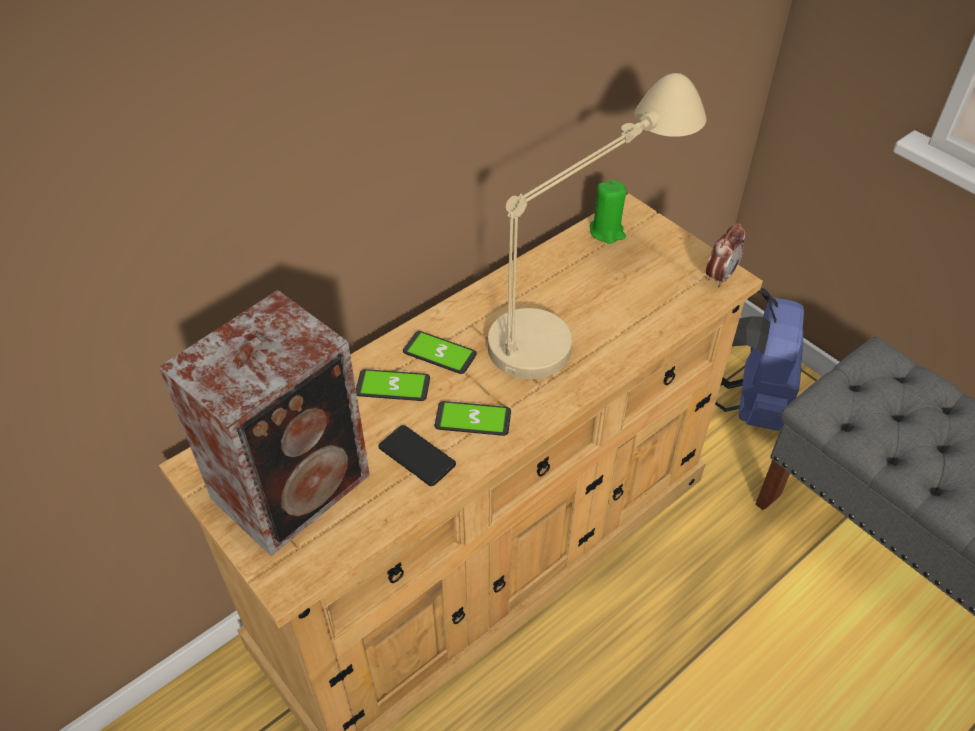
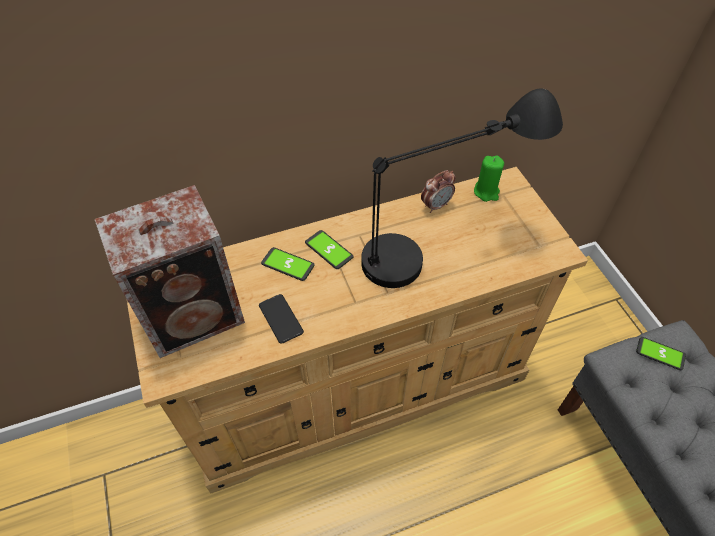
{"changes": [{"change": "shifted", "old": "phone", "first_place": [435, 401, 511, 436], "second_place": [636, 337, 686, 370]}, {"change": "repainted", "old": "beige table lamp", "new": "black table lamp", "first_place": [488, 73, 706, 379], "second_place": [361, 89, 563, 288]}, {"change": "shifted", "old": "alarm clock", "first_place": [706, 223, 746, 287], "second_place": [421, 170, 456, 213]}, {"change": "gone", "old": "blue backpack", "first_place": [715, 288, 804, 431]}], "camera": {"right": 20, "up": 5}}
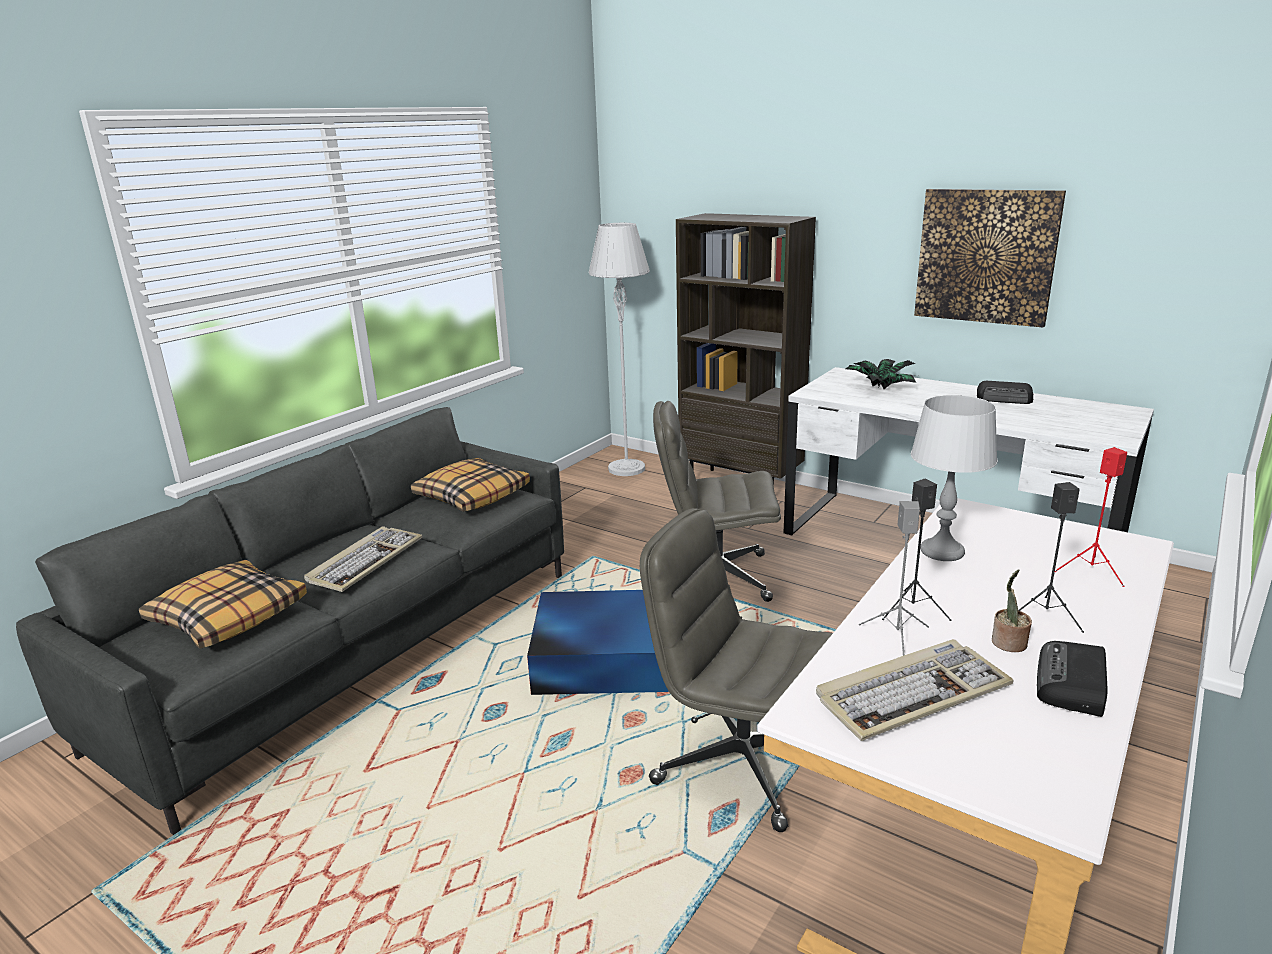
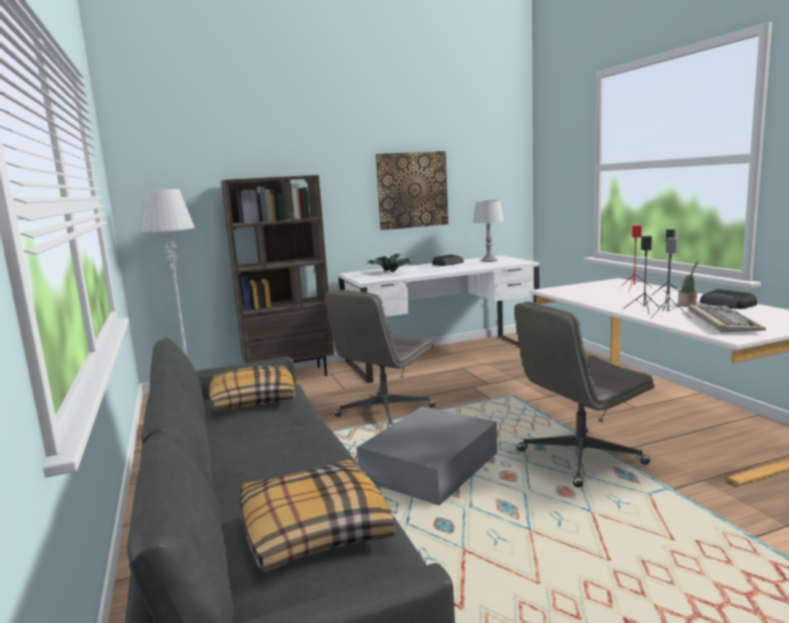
{"changes": [{"change": "gone", "old": "keyboard", "first_place": [304, 526, 422, 592]}, {"change": "repainted", "old": "blue storage box", "new": "grey storage box", "first_place": [527, 590, 669, 695], "second_place": [357, 406, 497, 505]}, {"change": "shifted", "old": "grey table lamp", "first_place": [911, 395, 998, 561], "second_place": [473, 200, 504, 262]}], "camera": {"right": -55, "up": -10}}
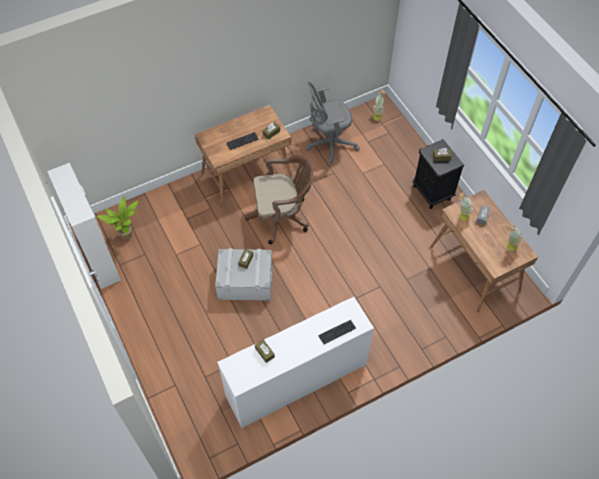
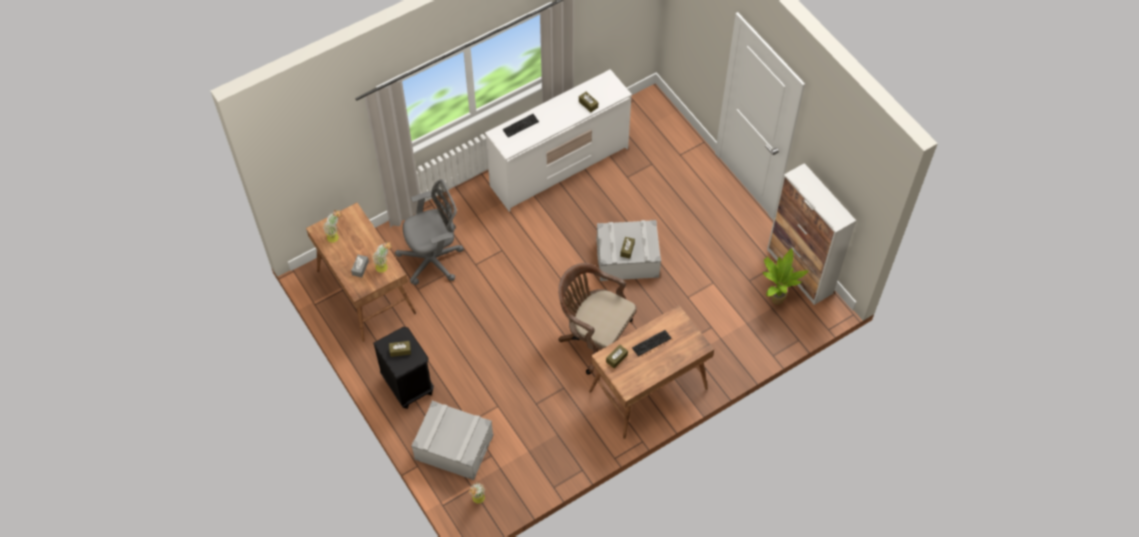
{"changes": [{"change": "rotated", "old": "brown office chair", "first_place": [245, 155, 314, 244], "second_place": [558, 263, 637, 375], "degrees": 45}, {"change": "shifted", "old": "grey office chair", "first_place": [305, 82, 360, 164], "second_place": [395, 179, 464, 285]}, {"change": "new", "new": "grey storage box", "second_place": [411, 401, 494, 480]}], "camera": {"right": 175, "up": 0}}
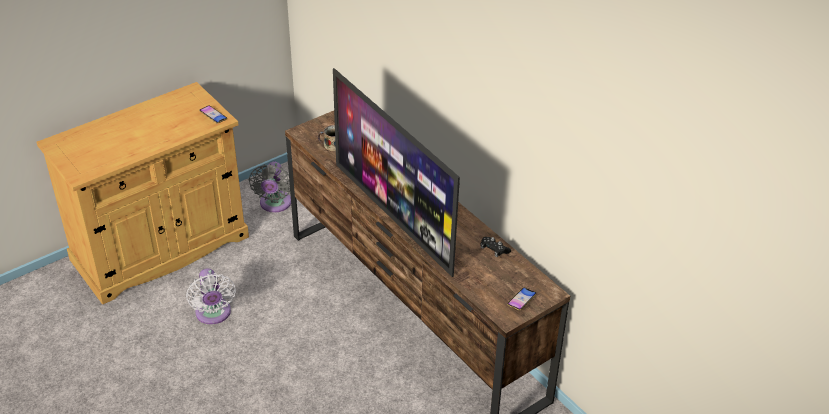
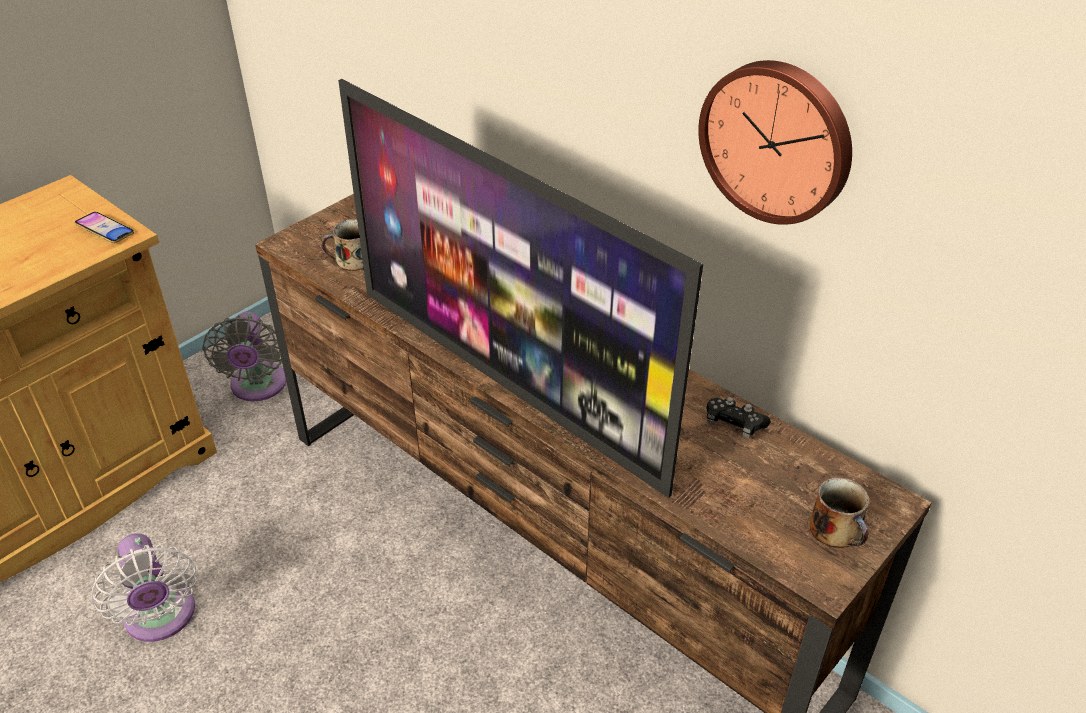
{"changes": [{"change": "swapped", "old": "phone", "new": "mug", "first_place": [507, 288, 537, 311], "second_place": [810, 477, 869, 548]}, {"change": "new", "new": "wall clock", "second_place": [698, 60, 852, 225]}], "camera": {"right": -10, "up": 0}}
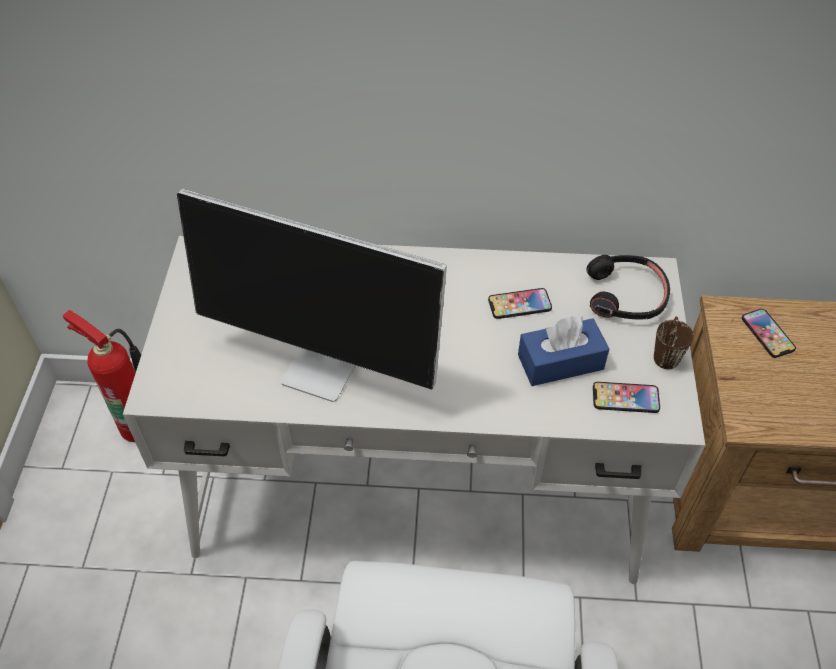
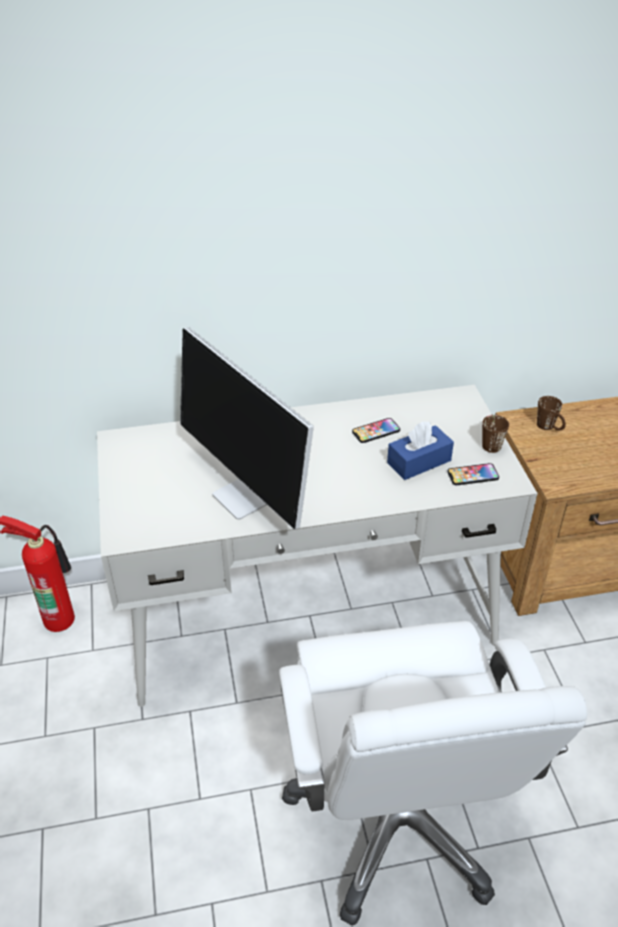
{"changes": [{"change": "rotated", "old": "monitor", "first_place": [177, 189, 447, 402], "second_place": [180, 327, 314, 530], "degrees": 45}, {"change": "gone", "old": "black headphones", "first_place": [586, 255, 670, 319]}, {"change": "swapped", "old": "phone", "new": "brown mug", "first_place": [742, 309, 796, 358], "second_place": [537, 396, 566, 430]}], "camera": {"right": -15, "up": -10}}
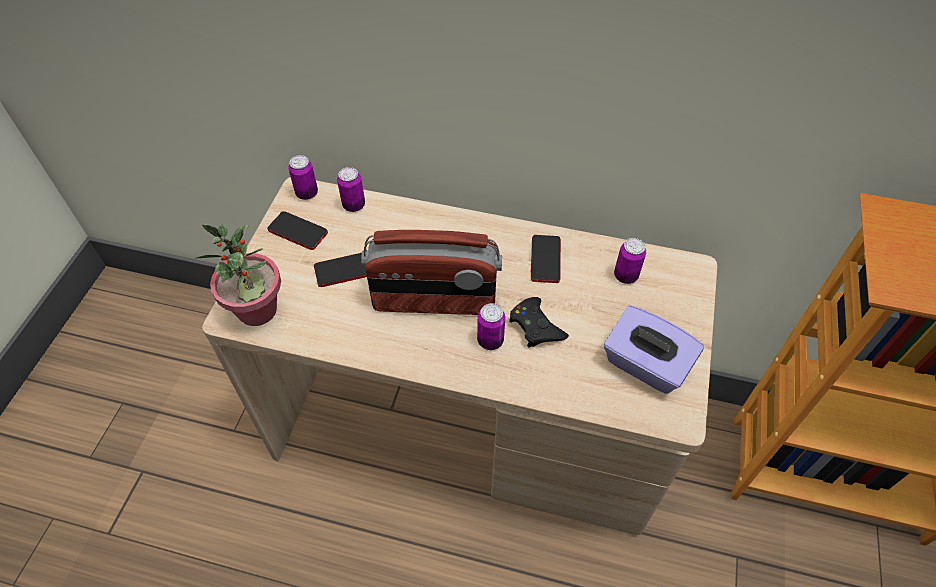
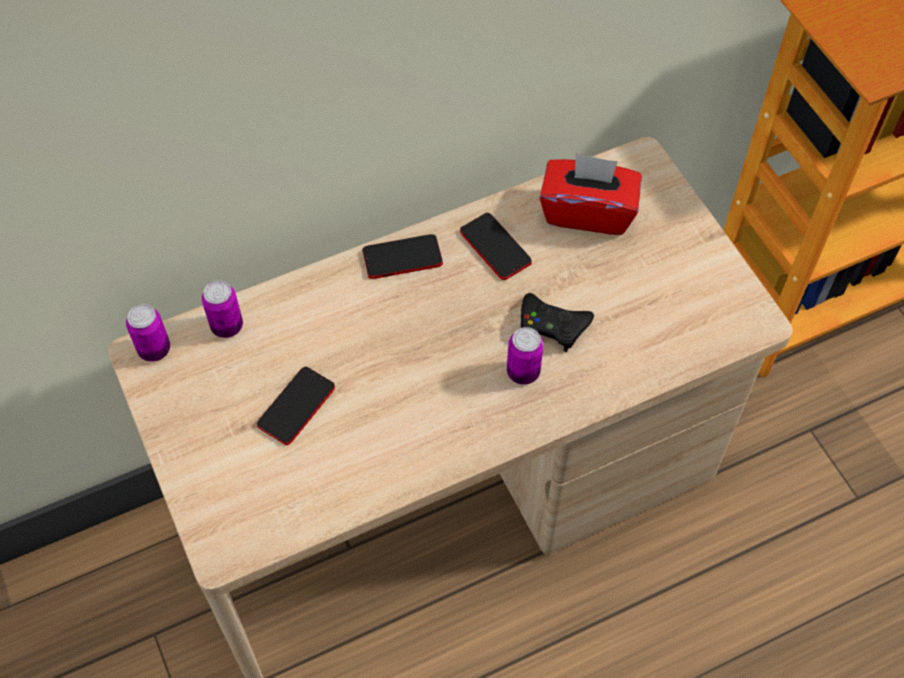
{"changes": [{"change": "gone", "old": "potted plant", "first_place": [196, 224, 281, 326]}, {"change": "shifted", "old": "phone", "first_place": [267, 211, 328, 250], "second_place": [362, 234, 443, 279]}, {"change": "gone", "old": "radio", "first_place": [361, 230, 502, 315]}, {"change": "gone", "old": "purple tissue box", "first_place": [604, 306, 704, 394]}, {"change": "swapped", "old": "can", "new": "red tissue box", "first_place": [614, 238, 646, 284], "second_place": [540, 153, 642, 235]}], "camera": {"right": -40, "up": 5}}
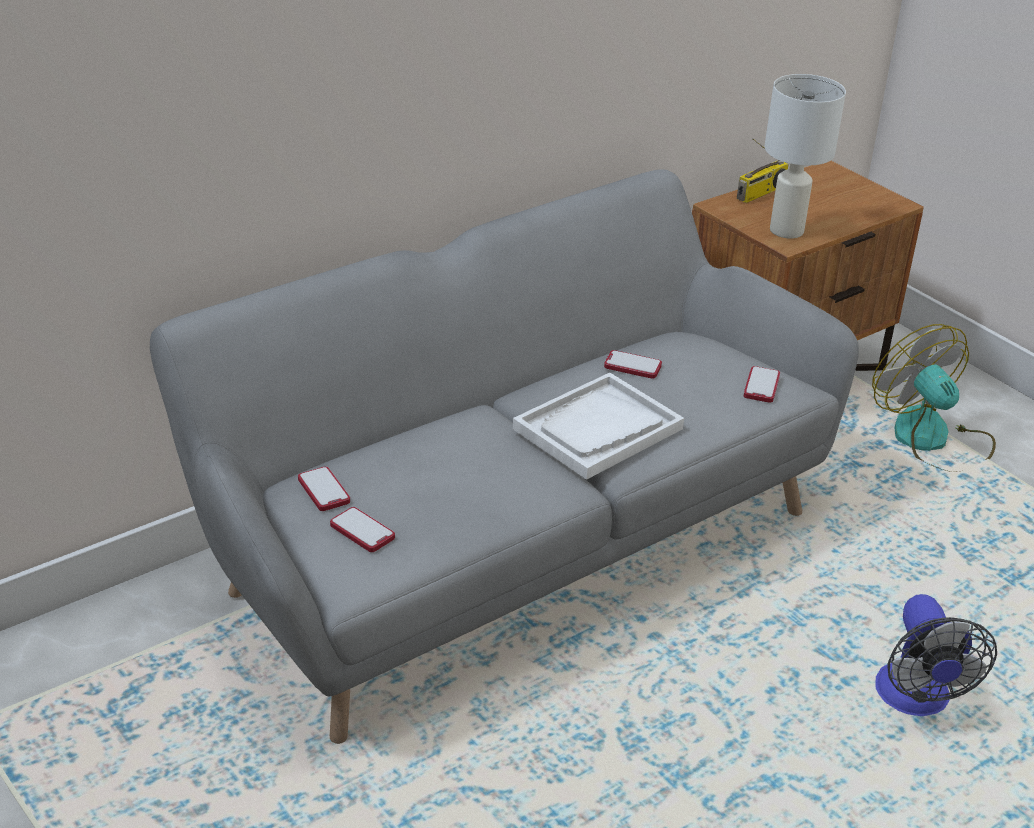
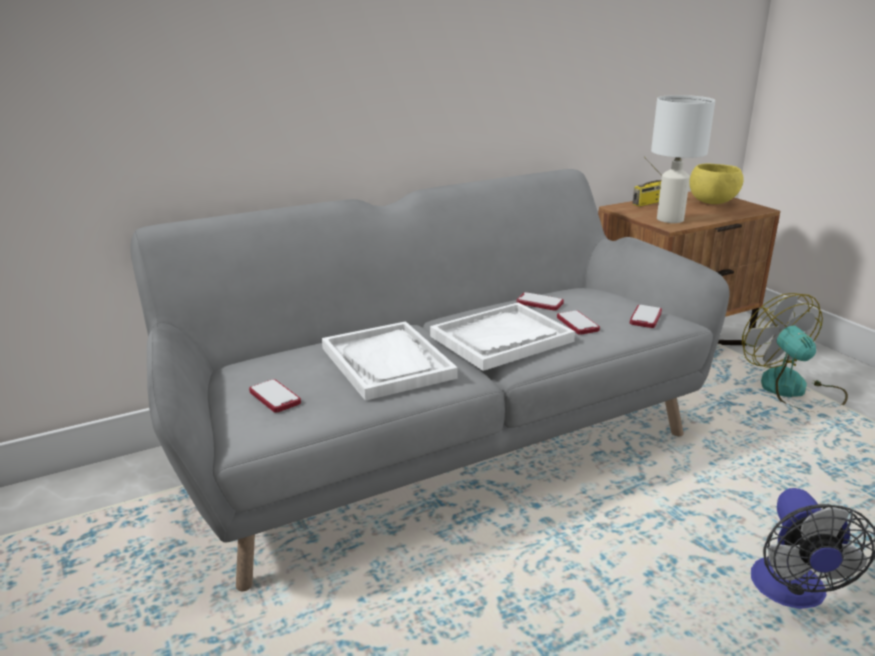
{"changes": [{"change": "shifted", "old": "phone", "first_place": [298, 467, 350, 511], "second_place": [557, 310, 600, 335]}, {"change": "new", "new": "white tray", "second_place": [322, 321, 458, 401]}, {"change": "new", "new": "yellow bowl", "second_place": [689, 164, 744, 204]}], "camera": {"right": 10, "up": -10}}
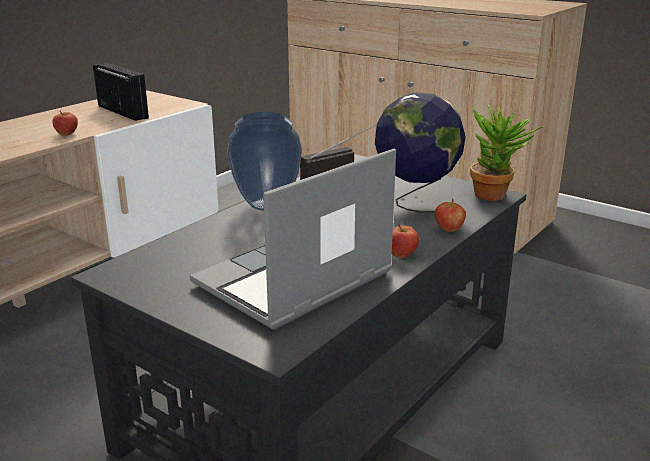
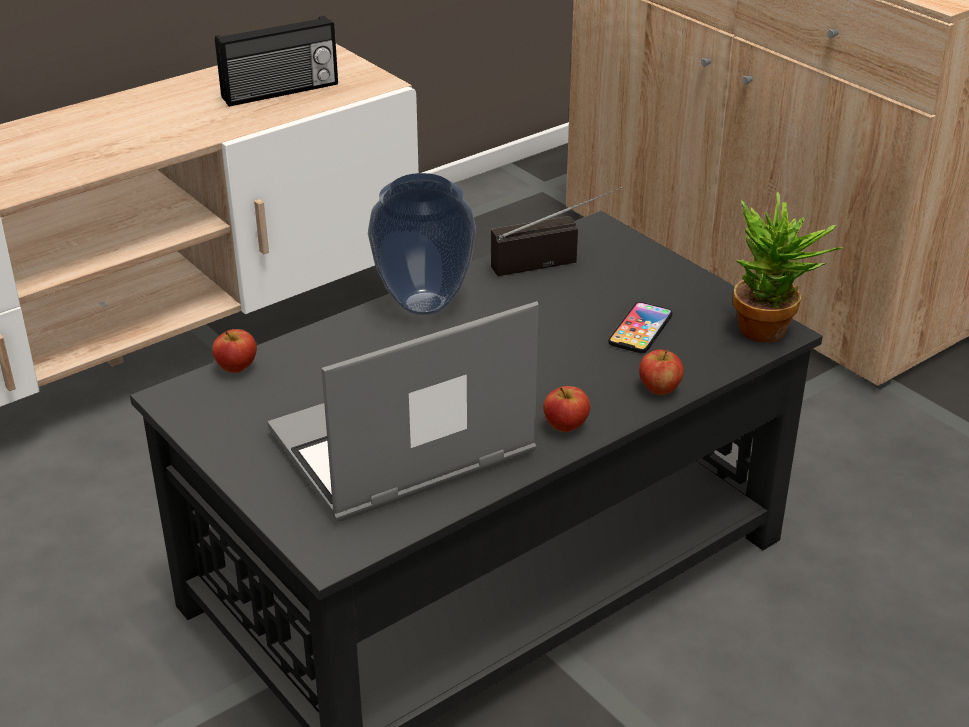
{"changes": [{"change": "shifted", "old": "apple", "first_place": [52, 110, 78, 136], "second_place": [212, 329, 257, 373]}, {"change": "rotated", "old": "radio", "first_place": [93, 63, 149, 121], "second_place": [215, 16, 338, 107], "degrees": 90}, {"change": "swapped", "old": "globe", "new": "phone", "first_place": [375, 92, 466, 213], "second_place": [608, 302, 672, 353]}], "camera": {"right": 15, "up": 10}}
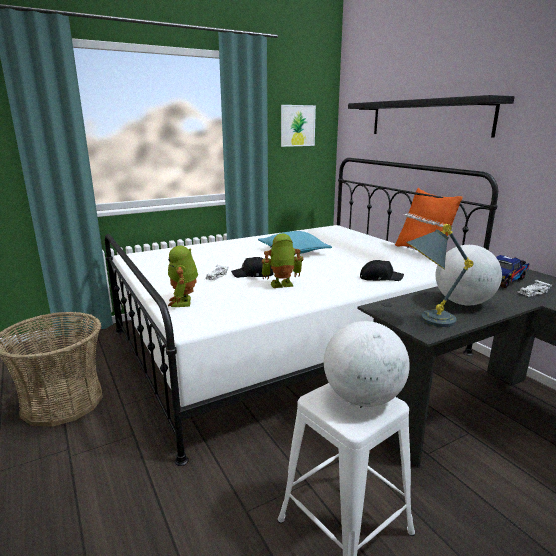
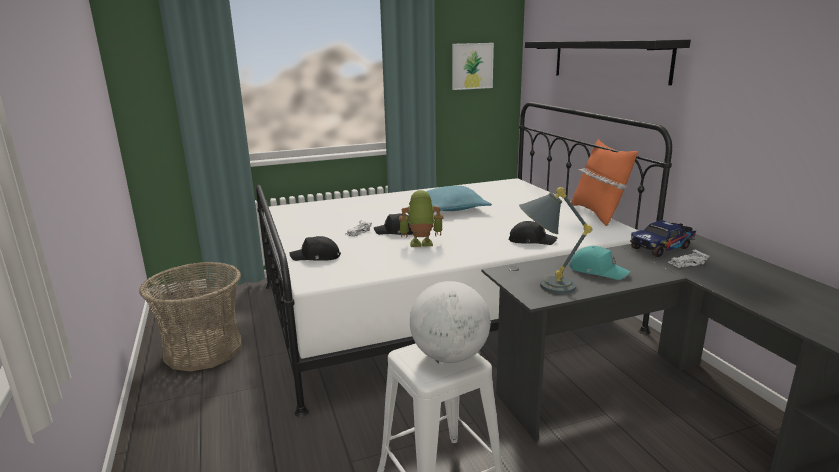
{"changes": [{"change": "swapped", "old": "toy robot", "new": "black cap", "first_place": [168, 246, 198, 307], "second_place": [289, 236, 341, 261]}, {"change": "swapped", "old": "globe", "new": "turquoise cap", "first_place": [435, 245, 502, 306], "second_place": [569, 246, 631, 280]}], "camera": {"right": 10, "up": 0}}
